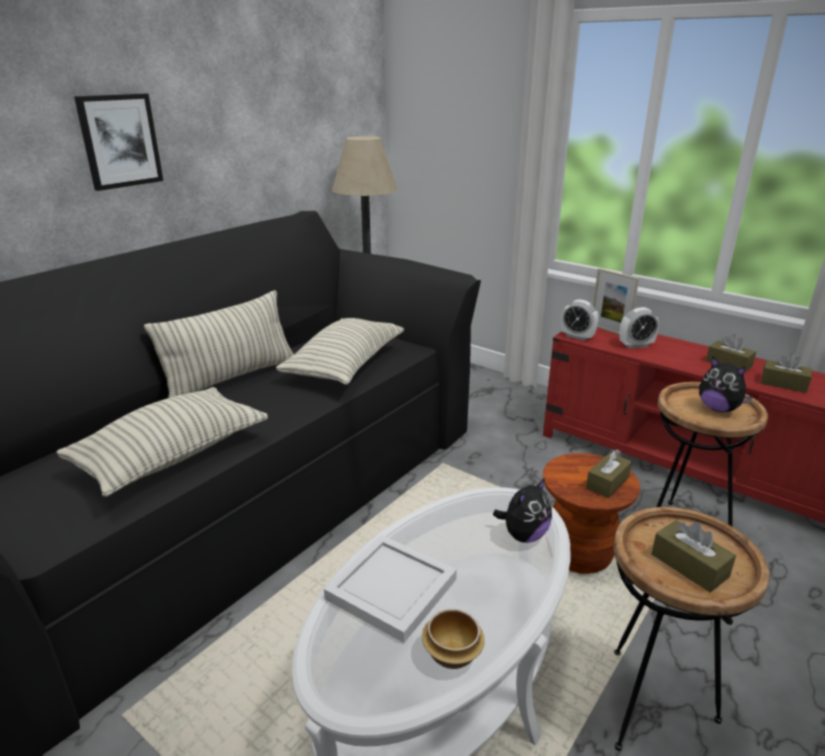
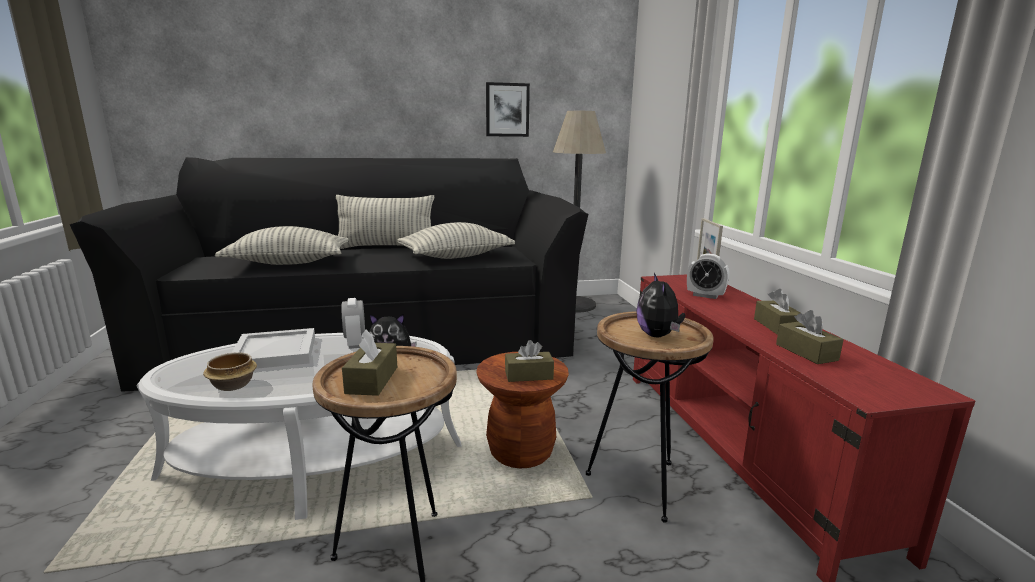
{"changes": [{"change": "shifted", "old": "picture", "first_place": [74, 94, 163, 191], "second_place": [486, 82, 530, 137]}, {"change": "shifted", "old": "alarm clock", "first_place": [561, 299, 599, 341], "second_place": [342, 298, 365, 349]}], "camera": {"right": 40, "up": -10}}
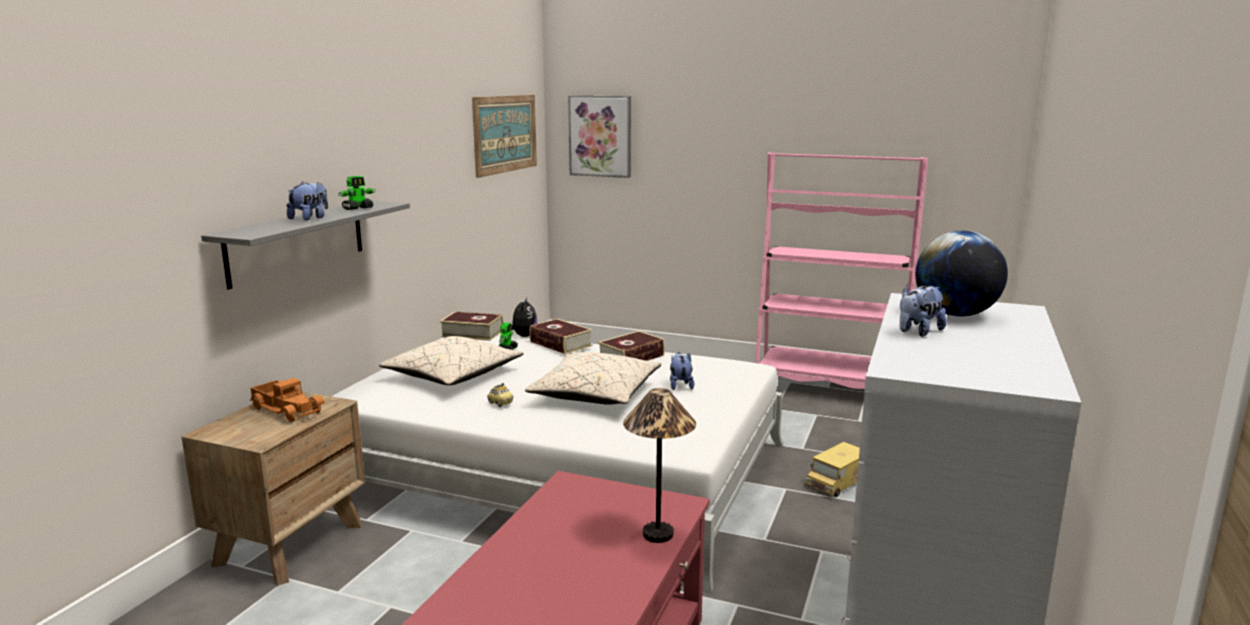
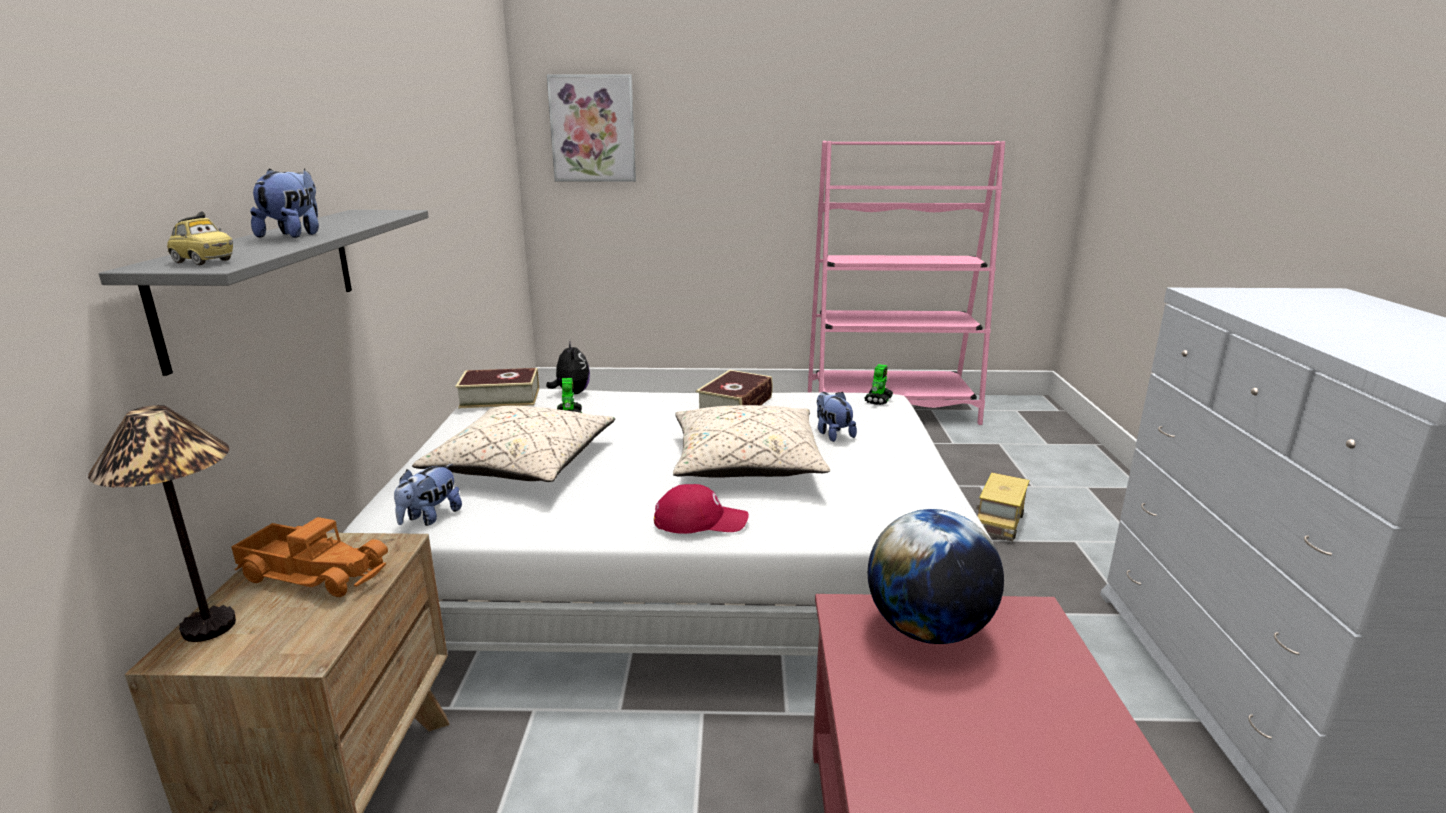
{"changes": [{"change": "shifted", "old": "toy robot", "first_place": [338, 176, 375, 210], "second_place": [864, 364, 893, 405]}, {"change": "gone", "old": "picture", "first_place": [472, 95, 537, 178]}, {"change": "shifted", "old": "toy car", "first_place": [487, 383, 513, 407], "second_place": [167, 211, 233, 265]}, {"change": "gone", "old": "book", "first_place": [529, 319, 593, 354]}, {"change": "shifted", "old": "table lamp", "first_place": [623, 388, 696, 543], "second_place": [88, 405, 236, 642]}, {"change": "shifted", "old": "plush toy", "first_place": [900, 284, 947, 337], "second_place": [394, 464, 462, 526]}, {"change": "shifted", "old": "globe", "first_place": [915, 230, 1008, 317], "second_place": [868, 509, 1004, 644]}, {"change": "new", "new": "red cap", "second_place": [654, 484, 749, 534]}], "camera": {"right": -20, "up": 5}}
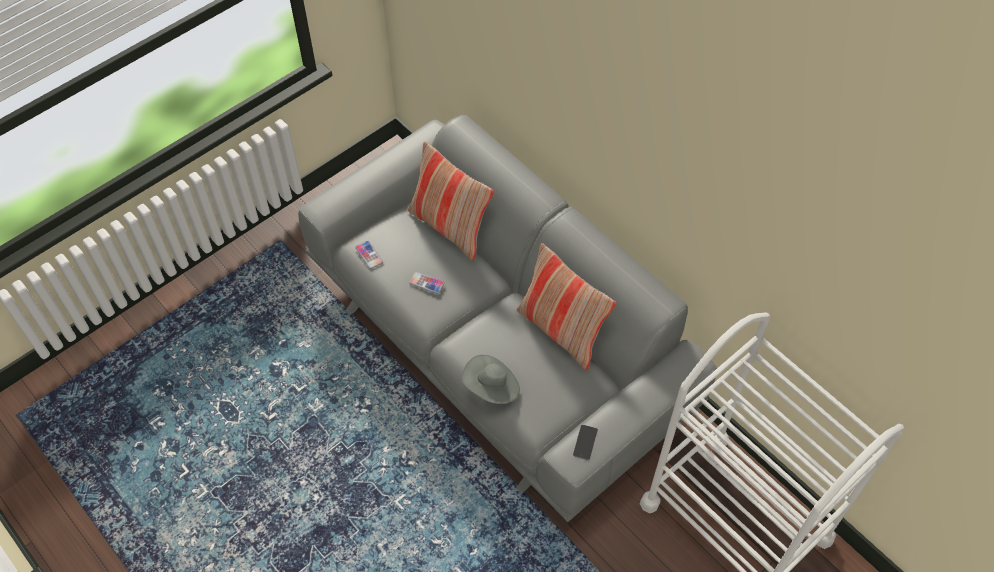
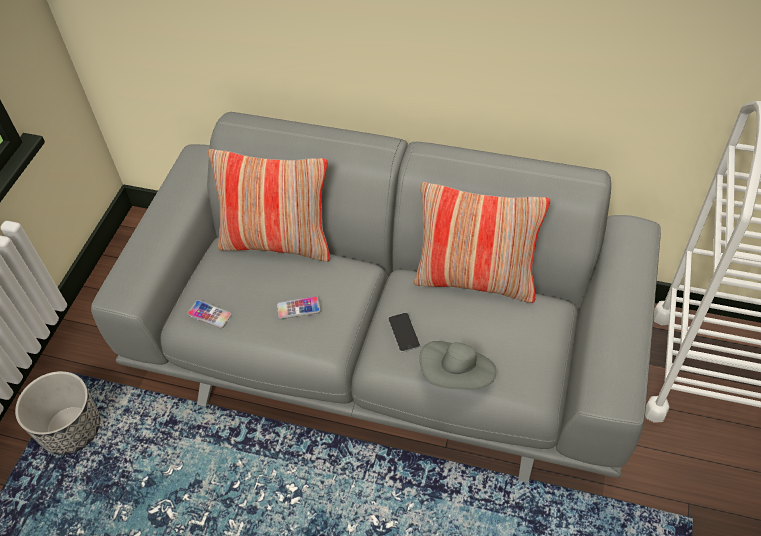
{"changes": [{"change": "shifted", "old": "phone", "first_place": [573, 424, 598, 461], "second_place": [388, 313, 420, 352]}, {"change": "new", "new": "planter", "second_place": [15, 371, 100, 455]}], "camera": {"right": -30, "up": -5}}
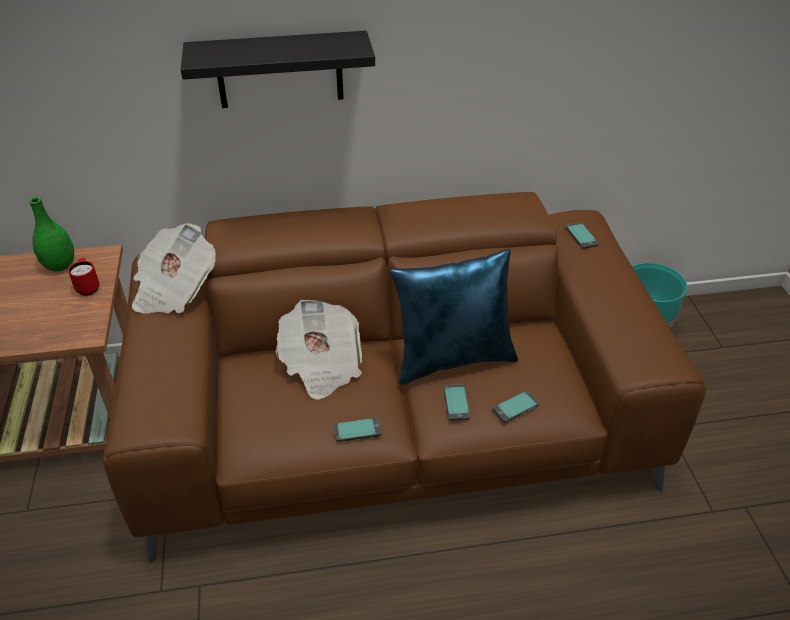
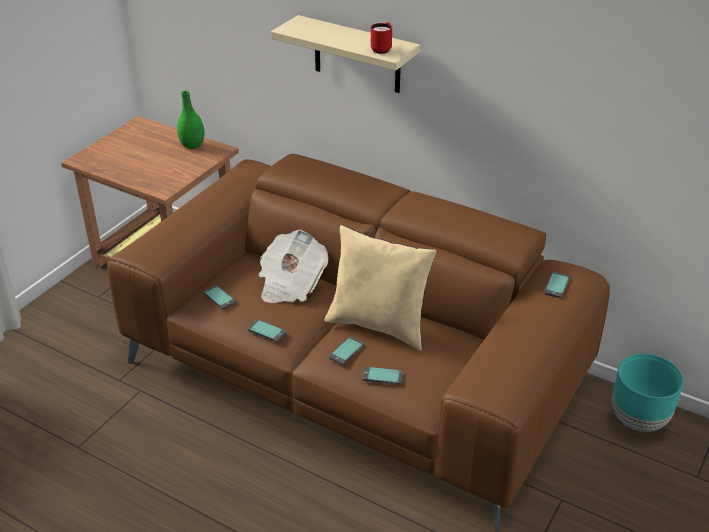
{"changes": [{"change": "shifted", "old": "red mug", "first_place": [68, 258, 99, 296], "second_place": [371, 22, 392, 54]}, {"change": "gone", "old": "newspaper", "first_place": [132, 223, 216, 313]}, {"change": "repainted", "old": "black shelf", "new": "beige shelf", "first_place": [181, 31, 375, 108], "second_place": [271, 15, 420, 93]}, {"change": "repainted", "old": "blue pillow", "new": "beige pillow", "first_place": [390, 249, 518, 385], "second_place": [324, 225, 437, 350]}, {"change": "new", "new": "phone", "second_place": [203, 285, 236, 310]}], "camera": {"right": 40, "up": -5}}
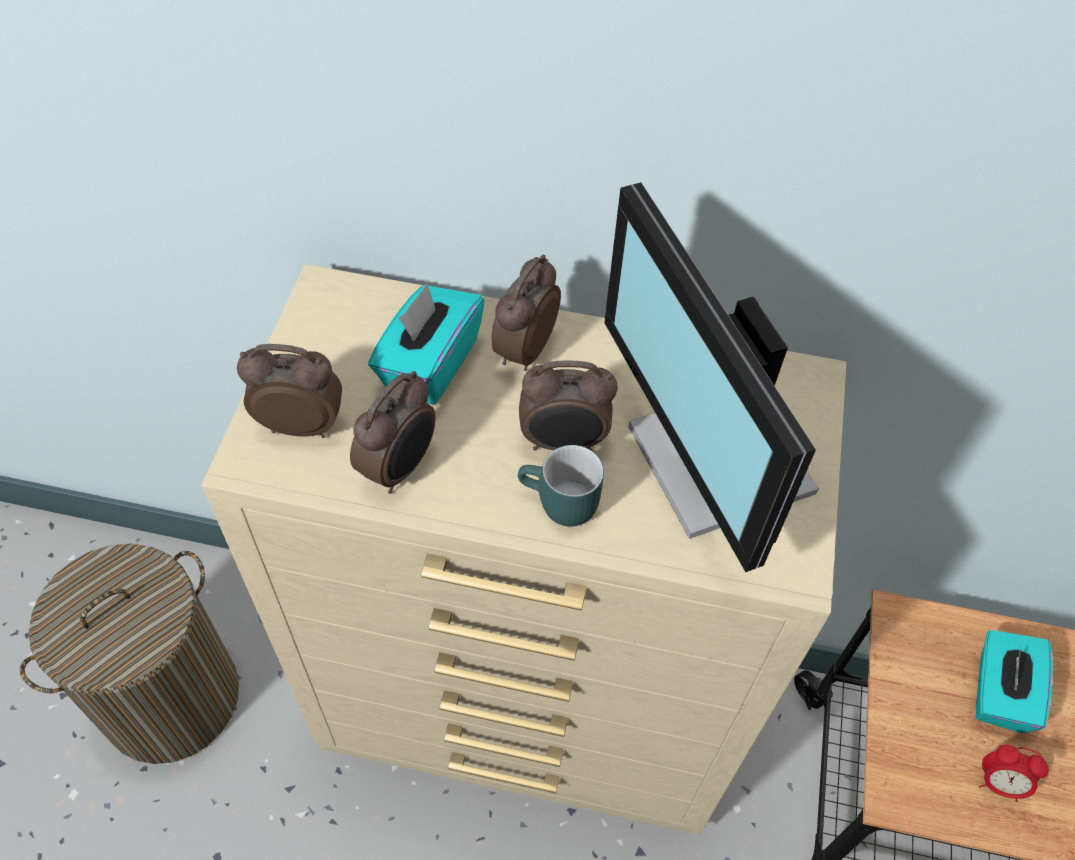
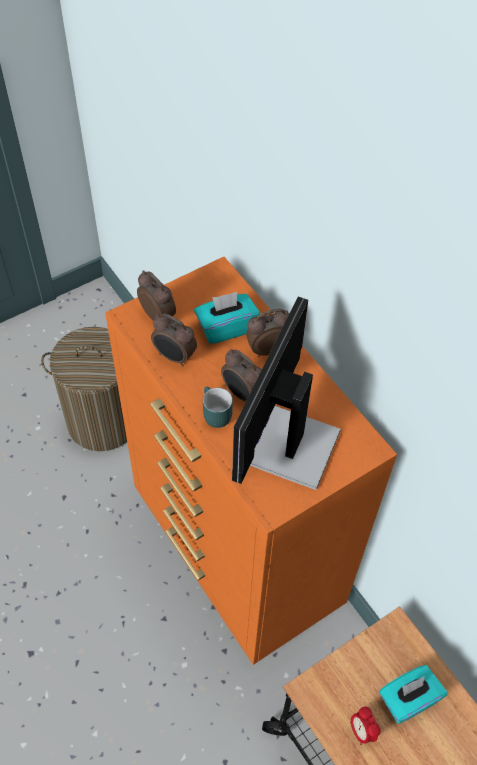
{"changes": [{"change": "repainted", "old": "beige dresser", "new": "orange dresser", "first_place": [202, 264, 846, 835], "second_place": [105, 257, 397, 665]}, {"change": "rotated", "old": "alarm clock", "first_place": [350, 371, 436, 494], "second_place": [151, 313, 197, 366], "degrees": 45}], "camera": {"right": 45, "up": 0}}
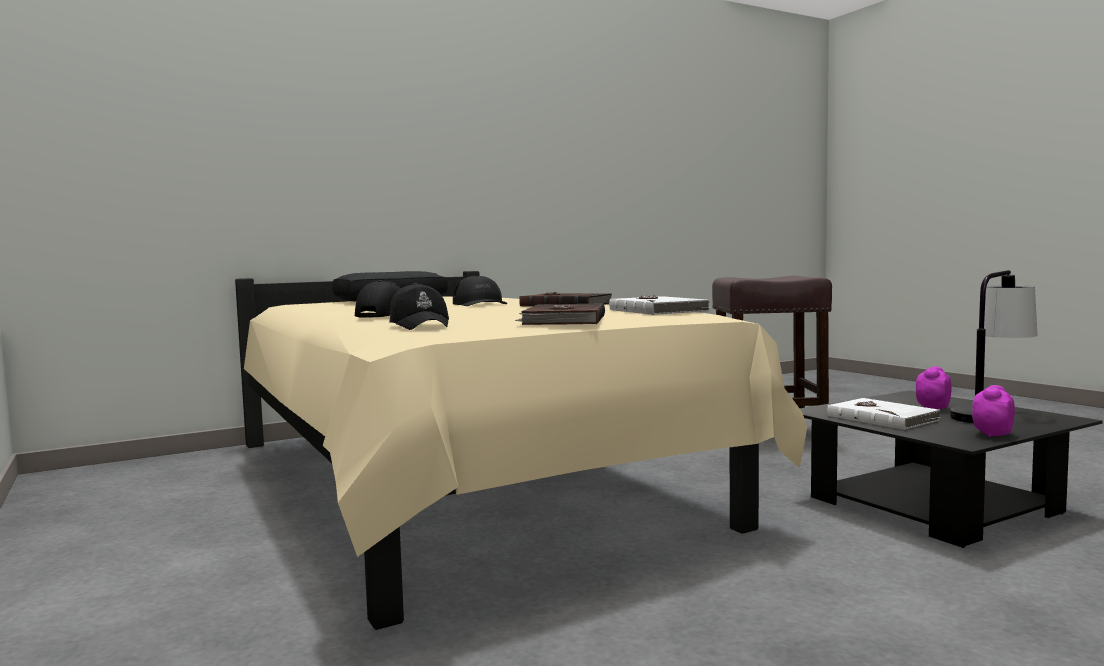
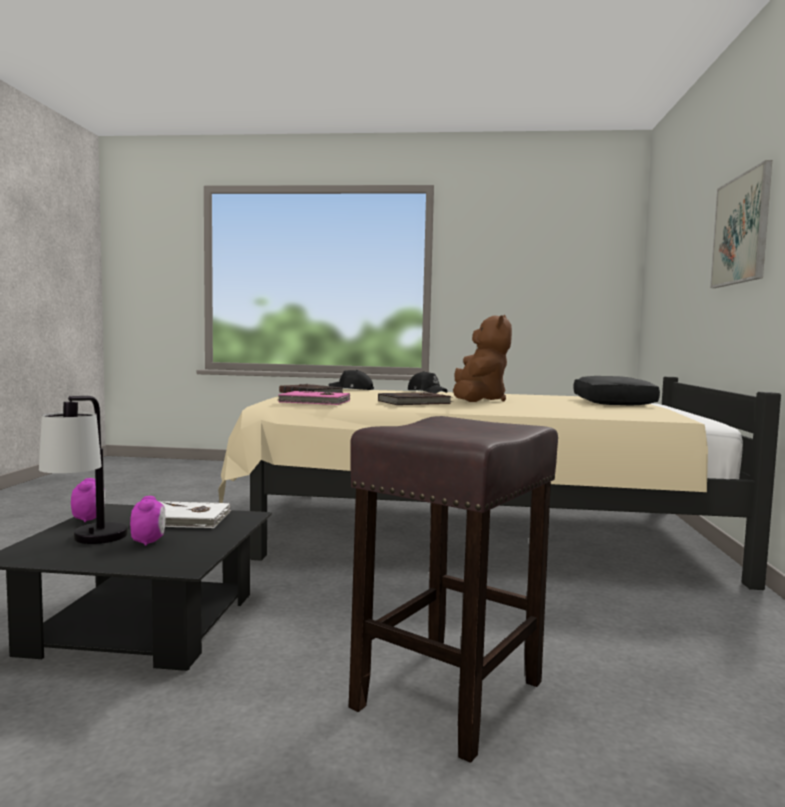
{"changes": [{"change": "swapped", "old": "black cap", "new": "brown plush toy", "first_place": [453, 275, 507, 306], "second_place": [453, 315, 512, 402]}, {"change": "repainted", "old": "white book", "new": "pink book", "first_place": [609, 295, 709, 315], "second_place": [278, 391, 351, 405]}, {"change": "new", "new": "picture", "second_place": [710, 160, 772, 288]}], "camera": {"right": 125, "up": 0}}
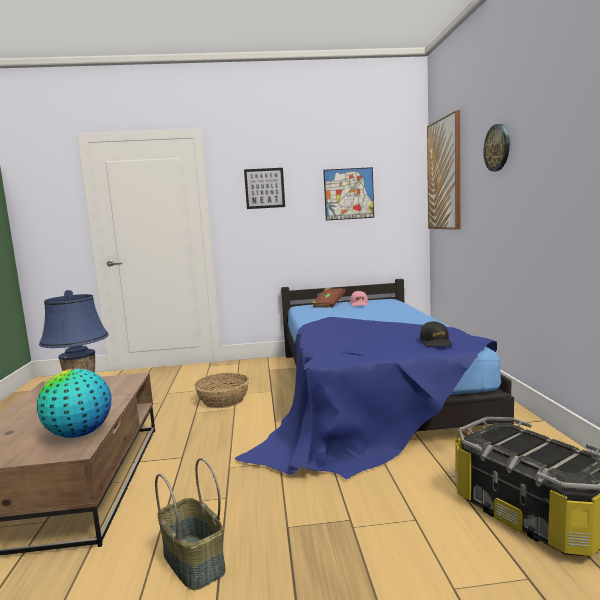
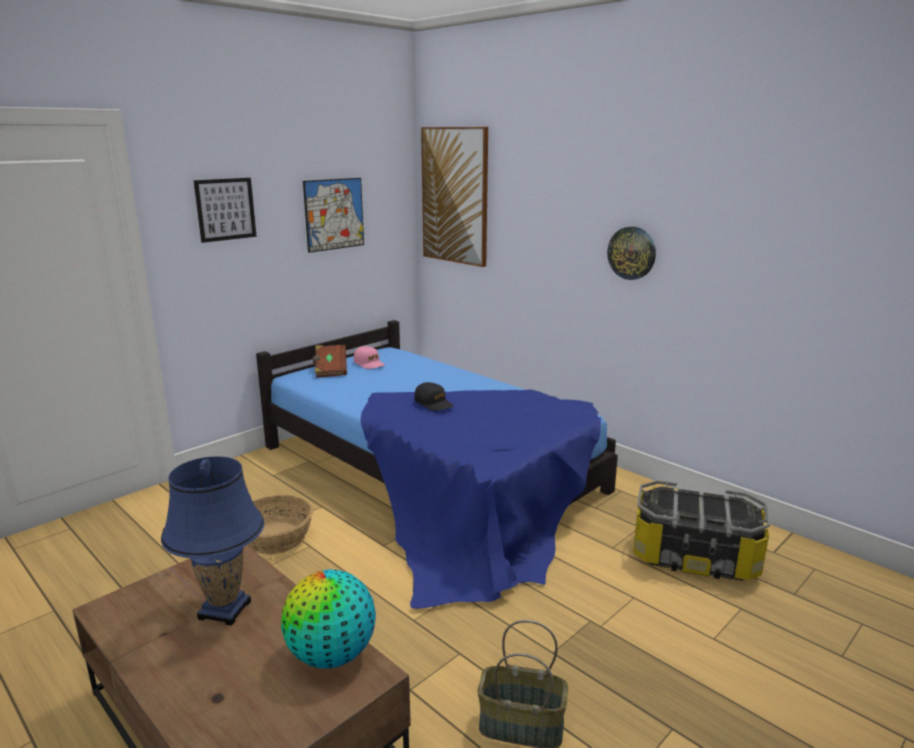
{"changes": [{"change": "shifted", "old": "black cap", "first_place": [420, 321, 452, 347], "second_place": [414, 382, 453, 411]}, {"change": "shifted", "old": "wall clock", "first_place": [483, 124, 510, 172], "second_place": [607, 227, 656, 280]}], "camera": {"right": -40, "up": 10}}
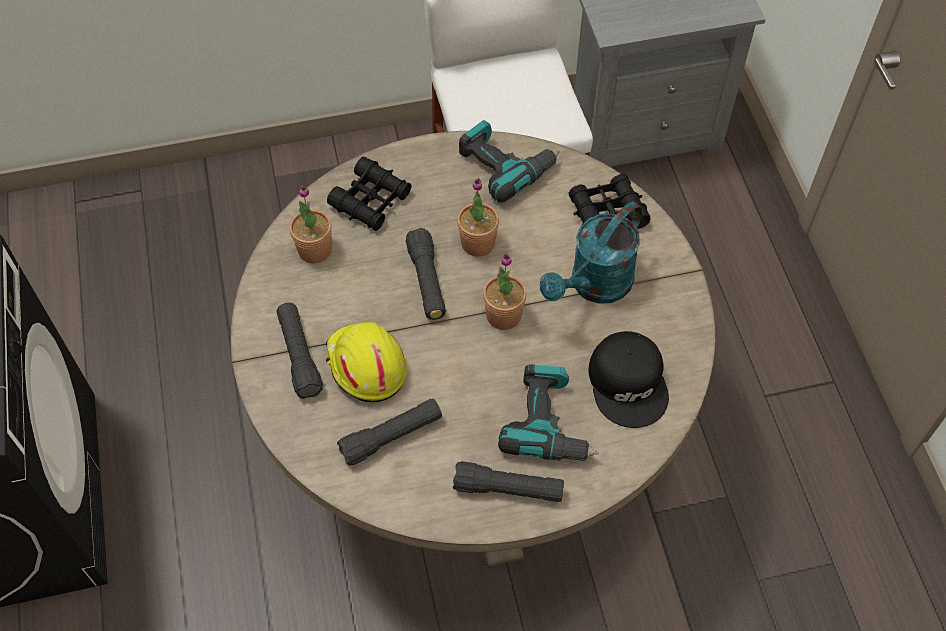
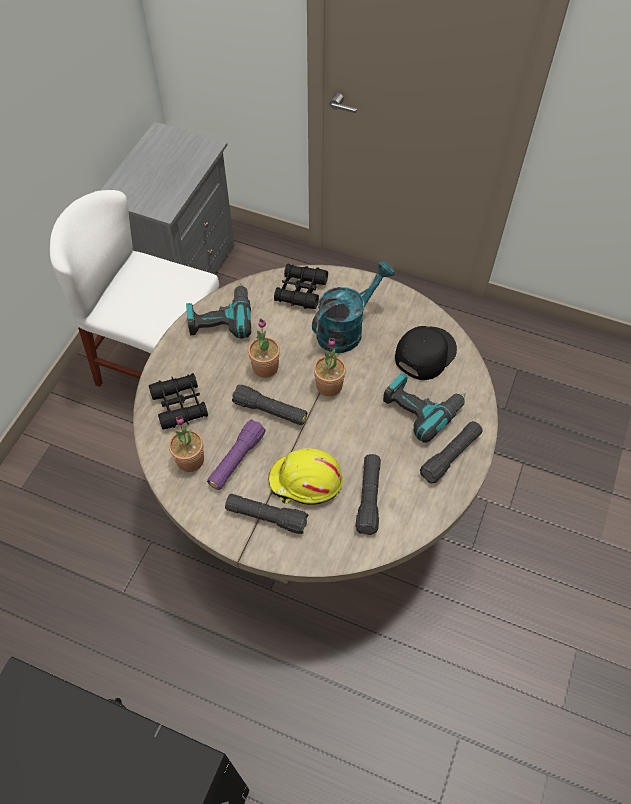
{"changes": [{"change": "rotated", "old": "turquoise watering can", "first_place": [540, 202, 642, 304], "second_place": [312, 261, 395, 353], "degrees": -120}, {"change": "rotated", "old": "black cap", "first_place": [589, 331, 669, 428], "second_place": [395, 326, 457, 380], "degrees": -75}, {"change": "new", "new": "purple flashlight", "second_place": [207, 419, 266, 490]}], "camera": {"right": -55, "up": 0}}
